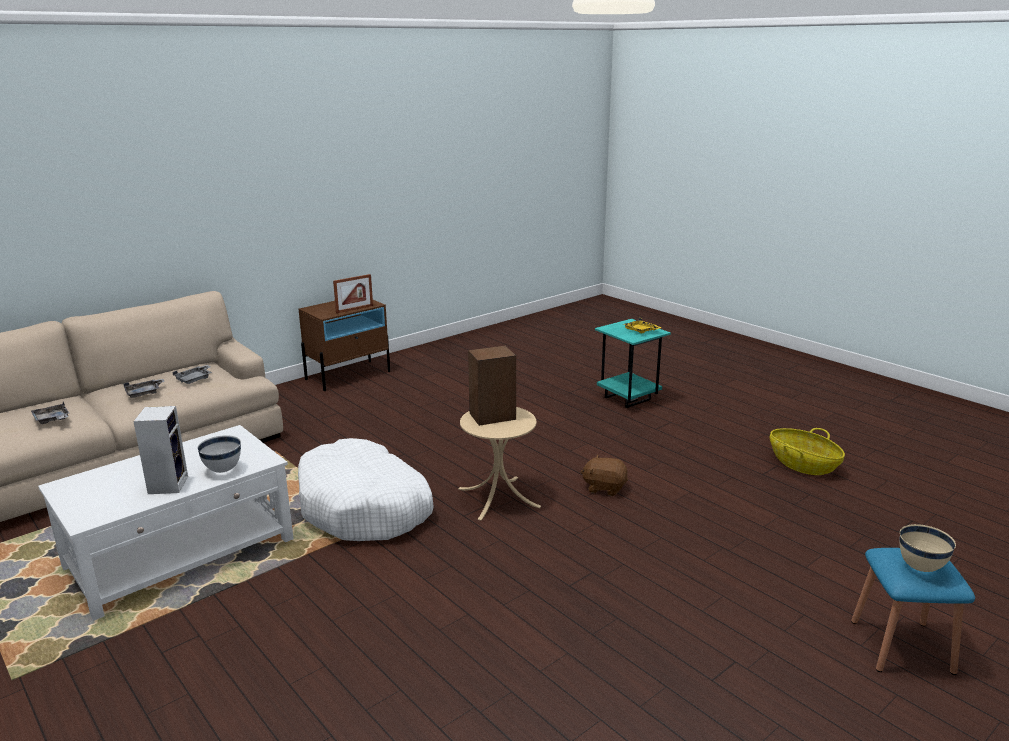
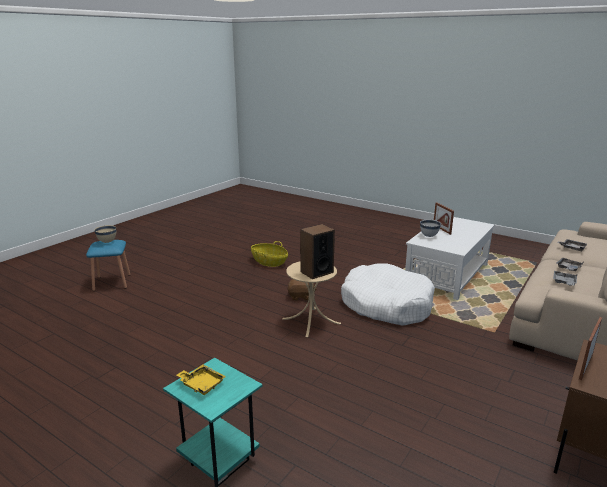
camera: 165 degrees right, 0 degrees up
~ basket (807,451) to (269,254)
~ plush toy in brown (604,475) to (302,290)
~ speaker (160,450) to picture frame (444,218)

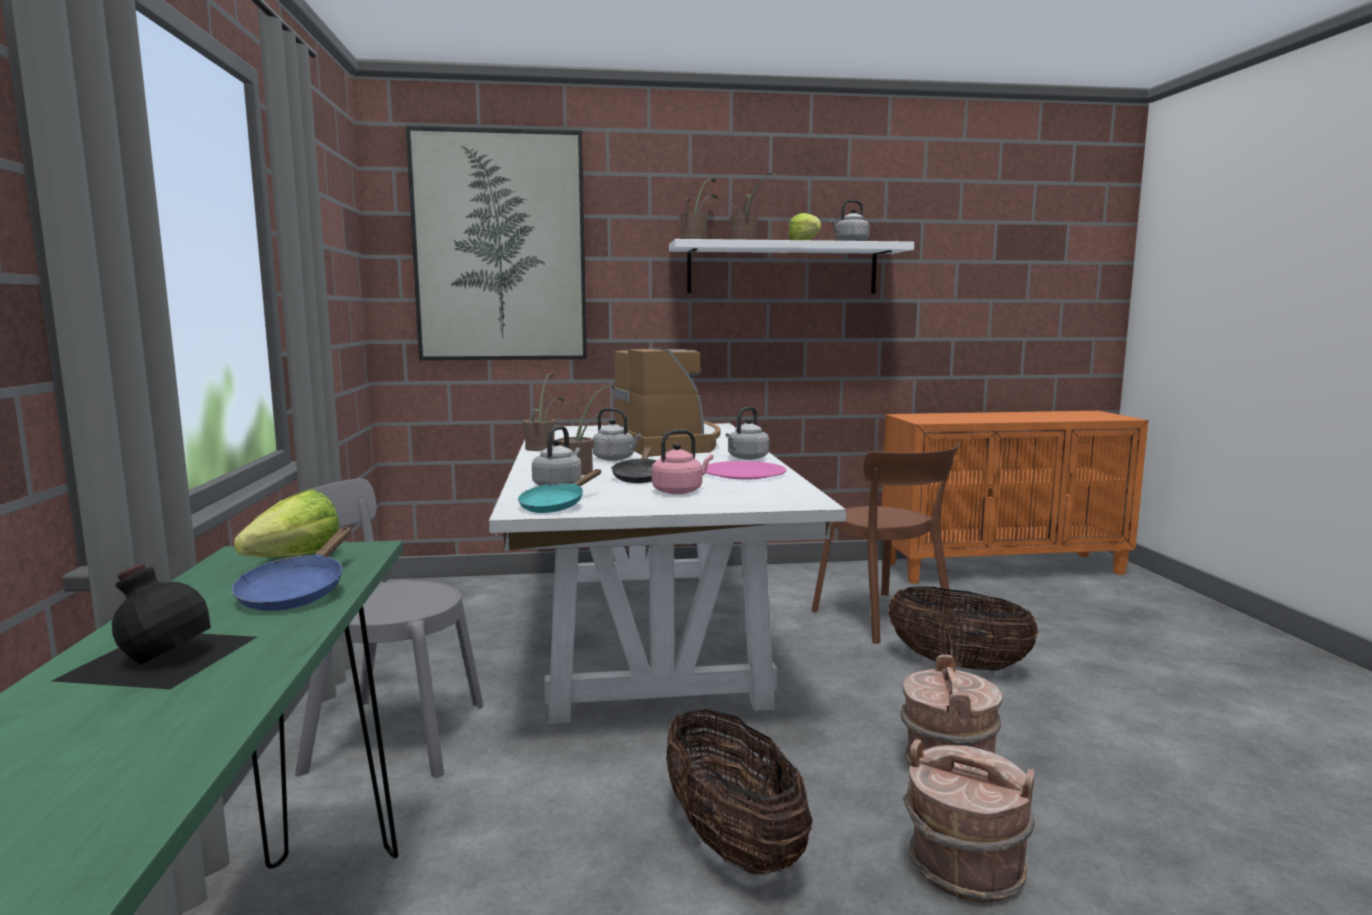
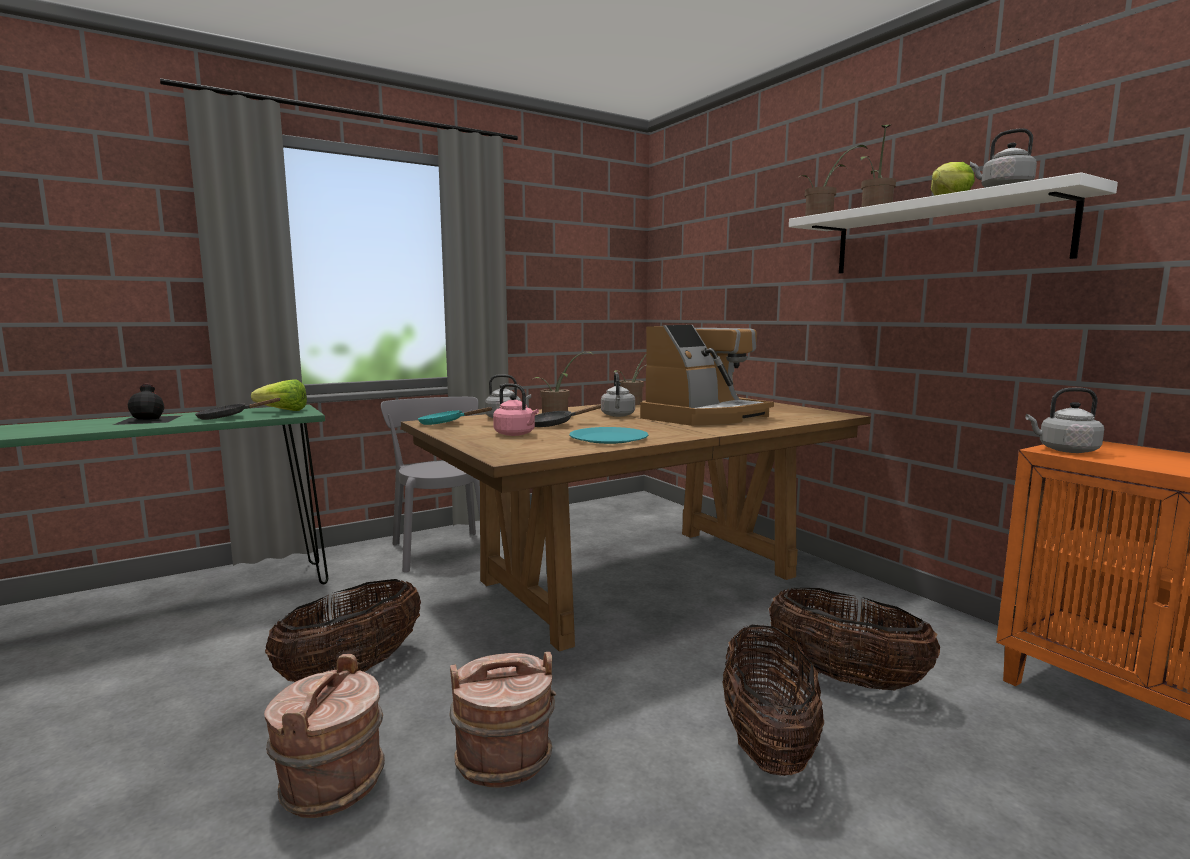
camera: 65 degrees right, 0 degrees up
~ frying pan in blue (292,569) to frying pan in black (238,409)
~ dining table in white (668,573) to dining table in brown (635,524)
~ plate in pink (746,470) to plate in turquoise (609,435)
~ chair in brown (886,543) to basket (854,639)
~ kettle in grey (747,433) to (1064,420)
- picture (496,243)

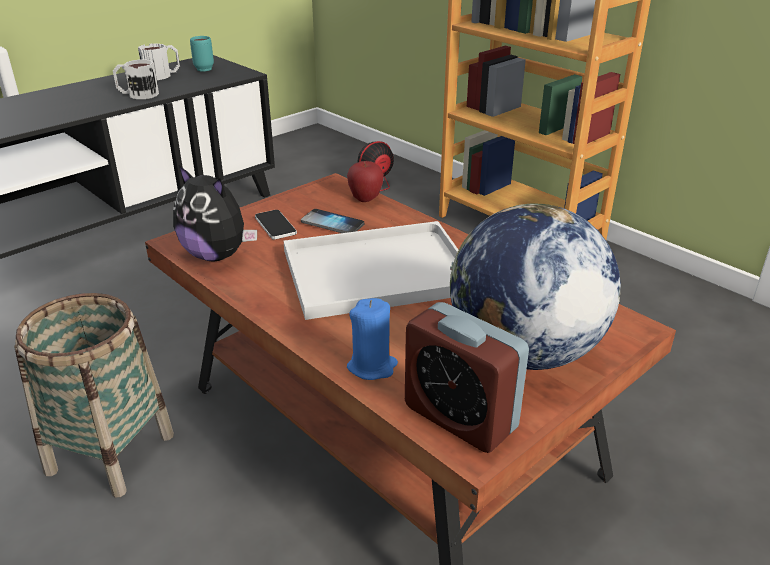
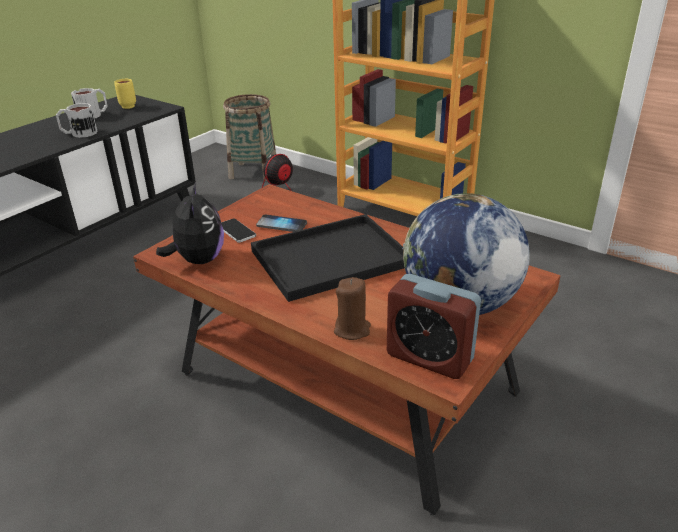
camera: 10 degrees left, 0 degrees up
~ mug in turquoise (202,54) to mug in yellow (125,94)
~ plush toy (215,214) = (190,223) 120 degrees counterclockwise
~ basket (94,395) to (249,137)
~ tray in white (371,270) to tray in black (328,258)
~ candle in blue (372,339) to candle in brown (352,308)
- apple (365,181)

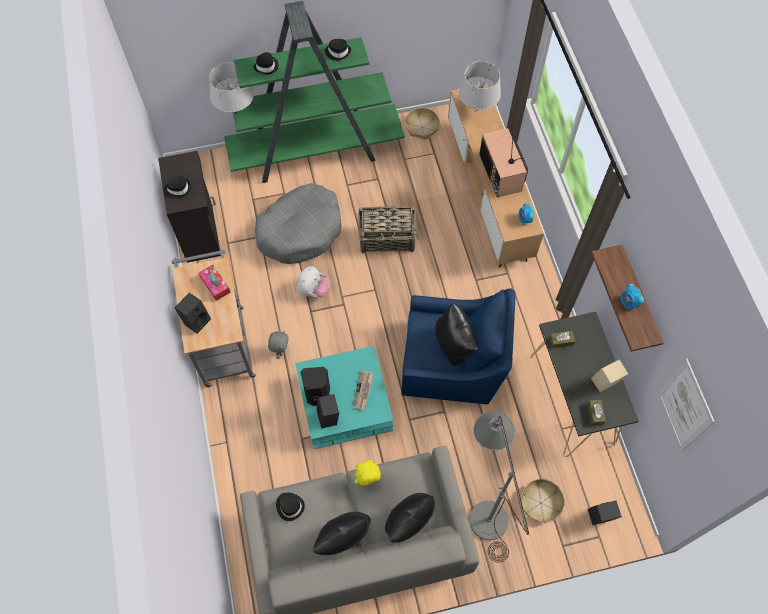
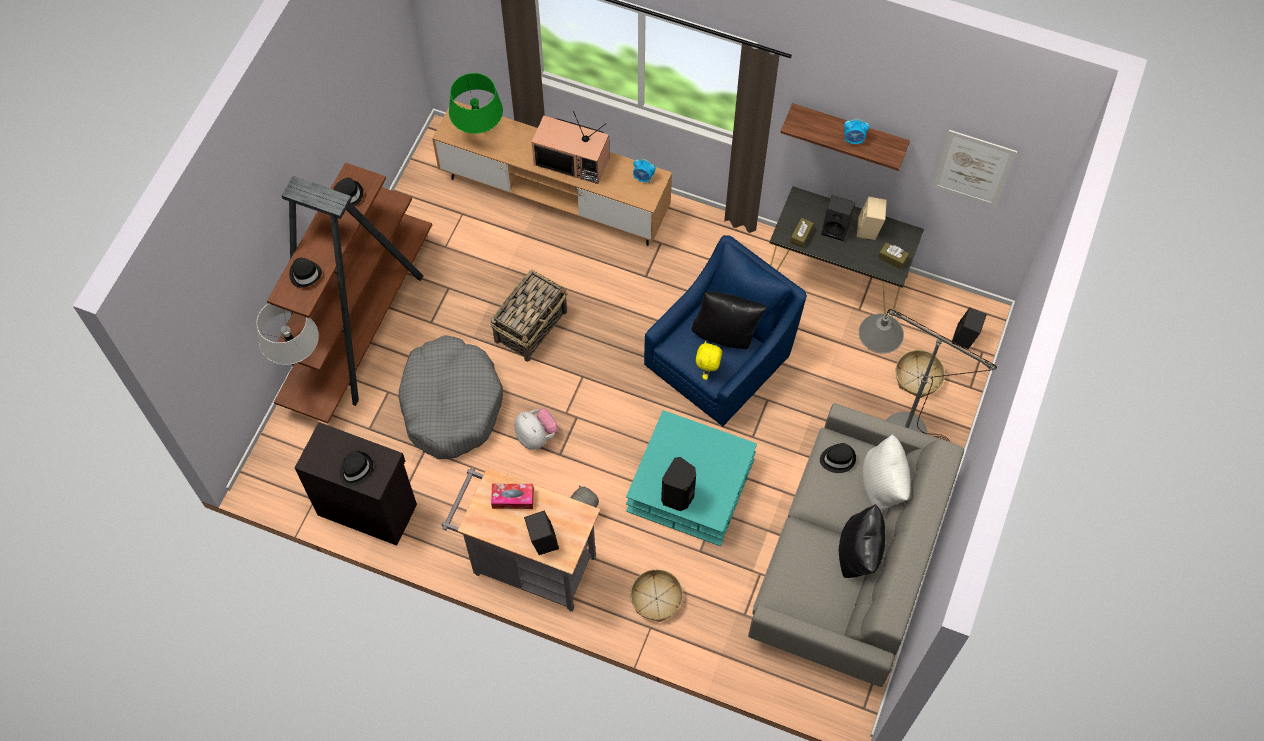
camera: 55 degrees left, 0 degrees up
~ bookcase in green (314,92) to bookcase in brown (349,293)
~ table lamp in grey (480,85) to table lamp in green (476,103)
~ basket (422,124) to (656,595)
~ plush toy in yellow (368,473) to (709,360)
~ hat in black (290,506) to (838,458)
~ speaker in black (328,411) to (838,218)
~ pillow in black (410,518) to pillow in white (886,472)
- newspaper (363,390)

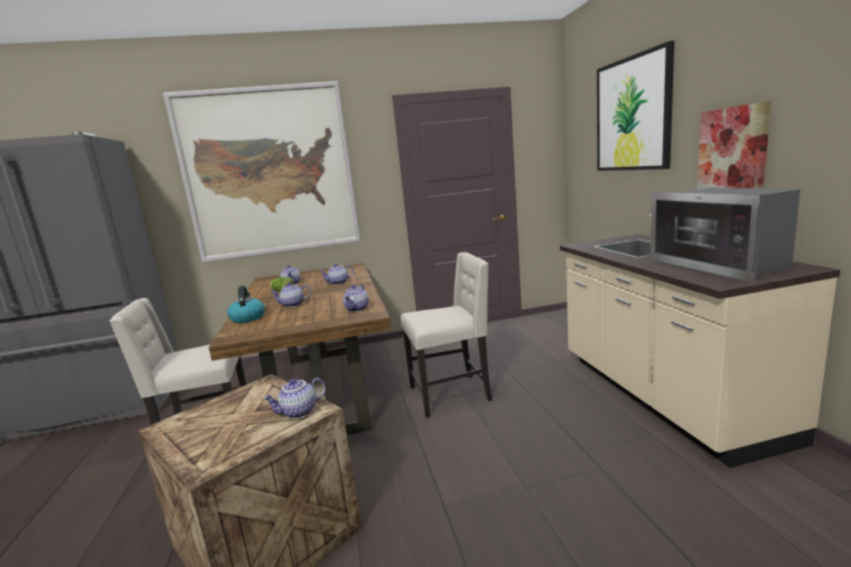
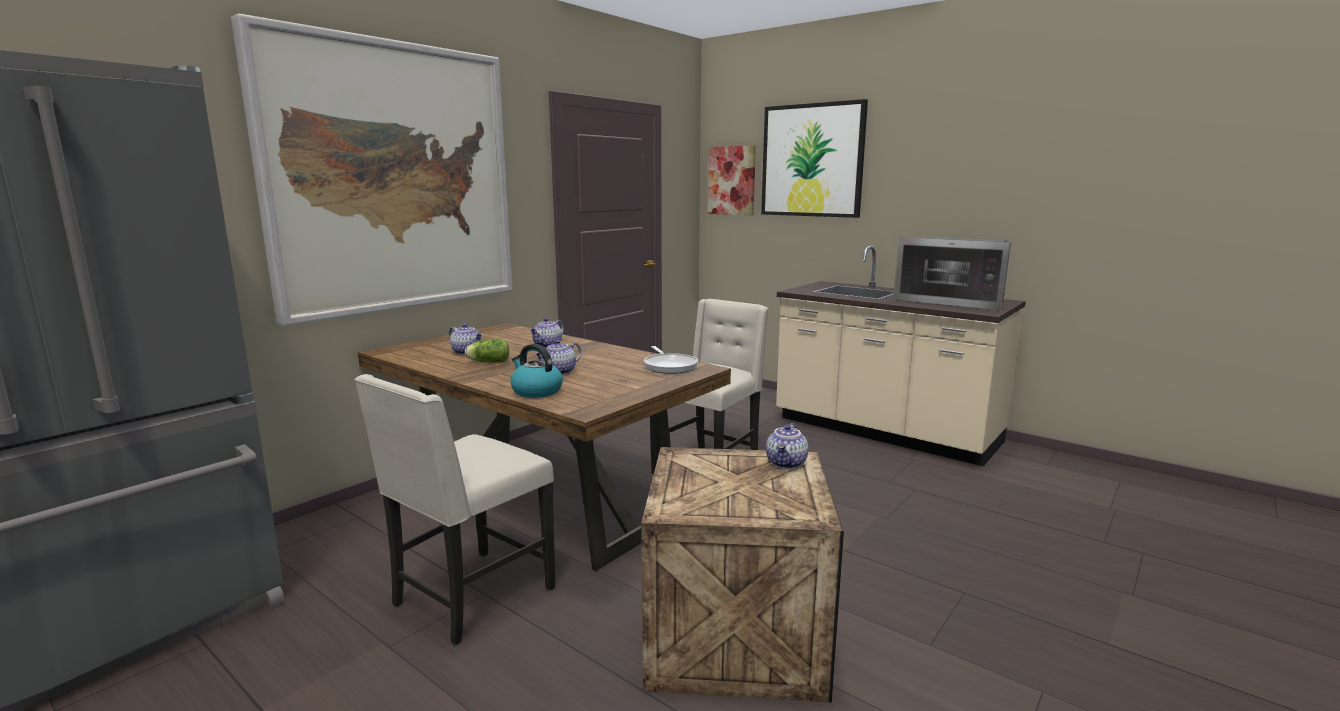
camera: 40 degrees left, 0 degrees up
~ teapot (356,298) to frying pan (671,360)
~ picture (734,145) to (732,180)

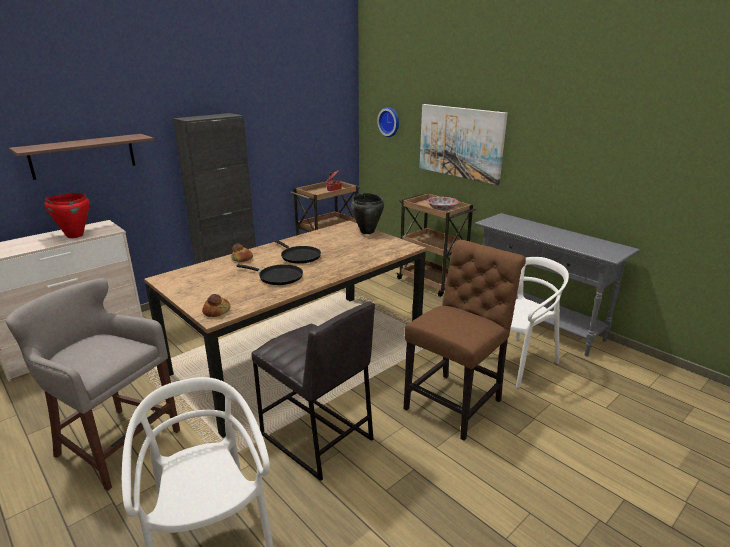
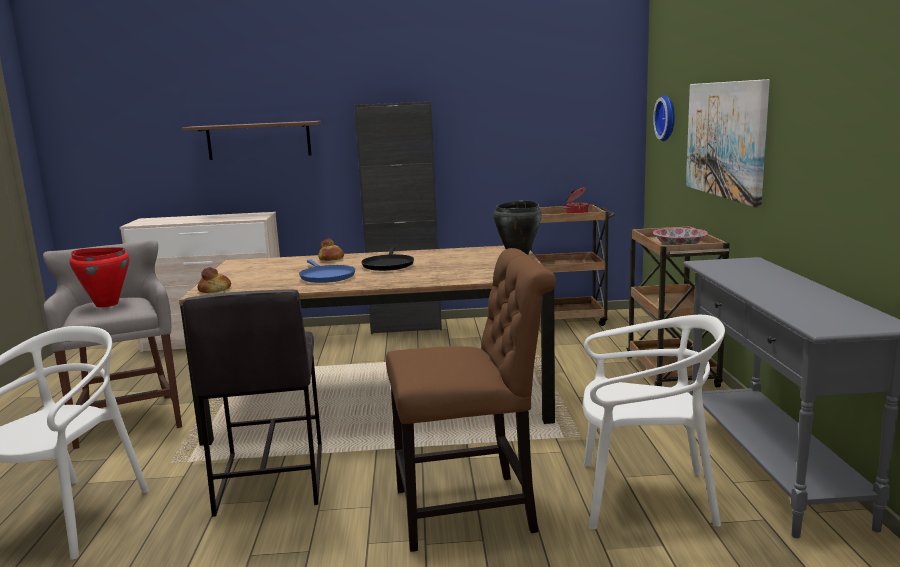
camera: 40 degrees right, 10 degrees down
~ cooking pot in red (67,215) to (99,277)
~ frying pan in black (269,274) to frying pan in blue (327,271)

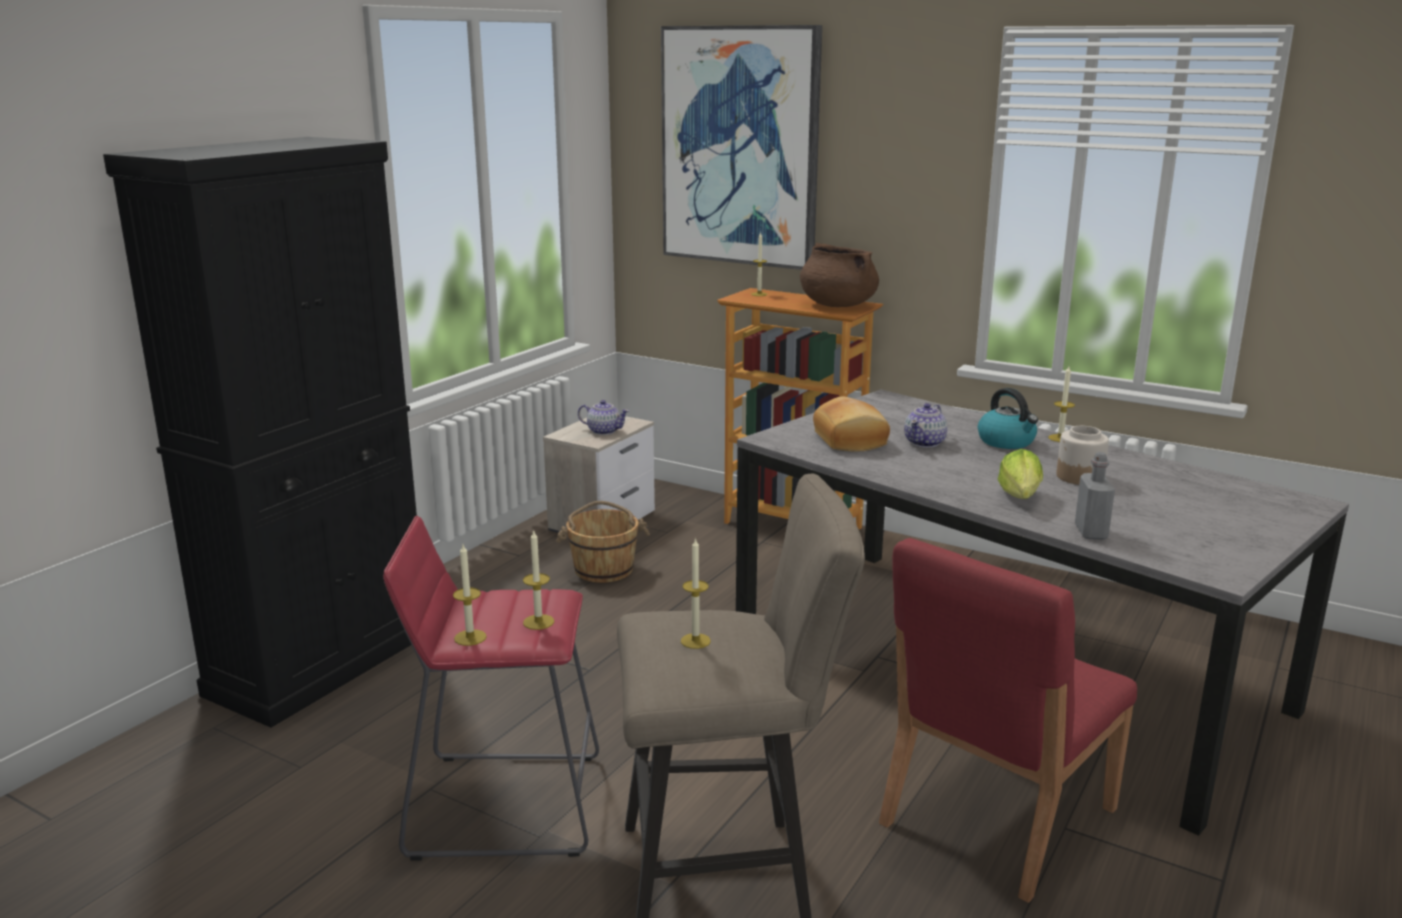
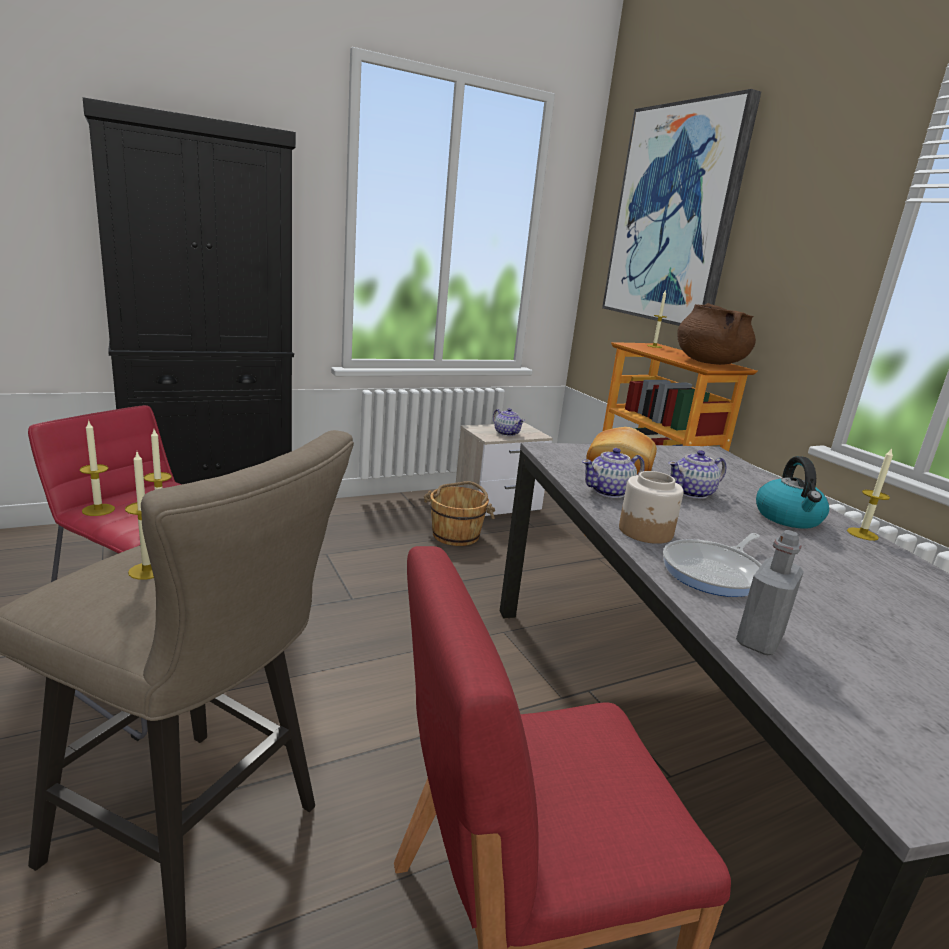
camera: 30 degrees right, 0 degrees up
+ teapot (613,473)
~ jar (1082,455) to (651,507)
~ lettuce (1020,474) to frying pan (712,565)

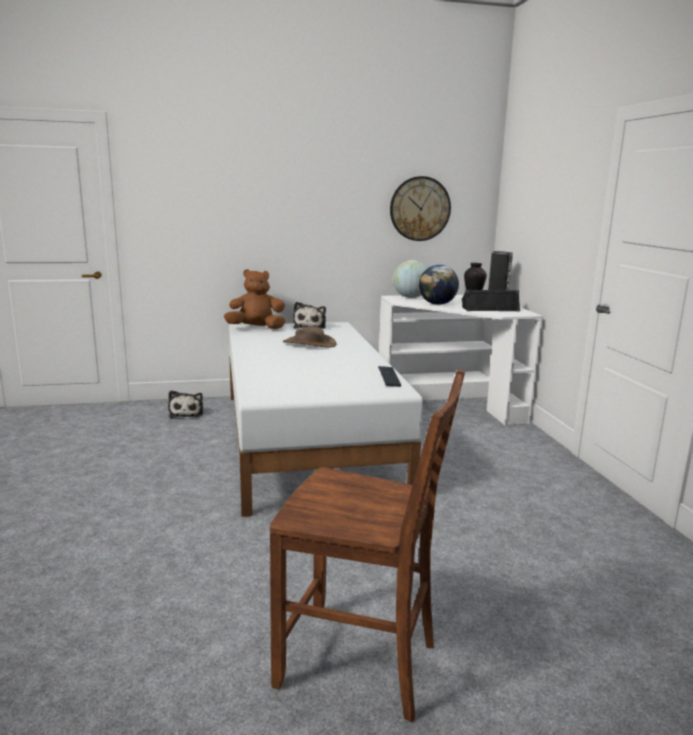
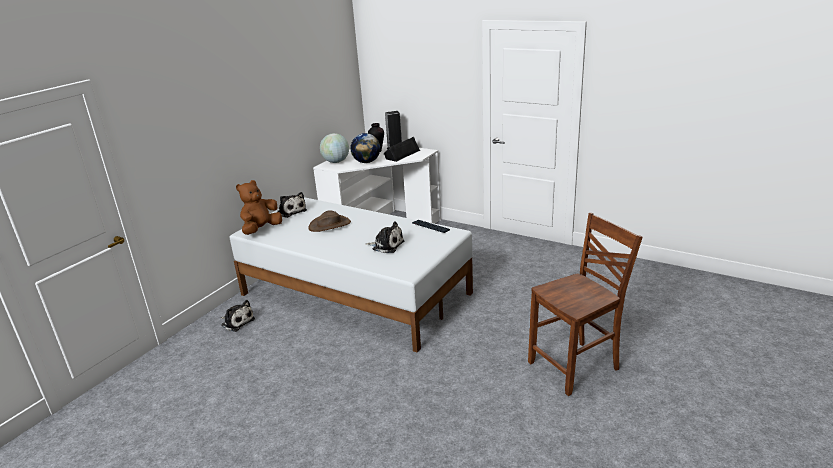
camera: 45 degrees left, 10 degrees up
+ plush toy (385,237)
- wall clock (420,208)

